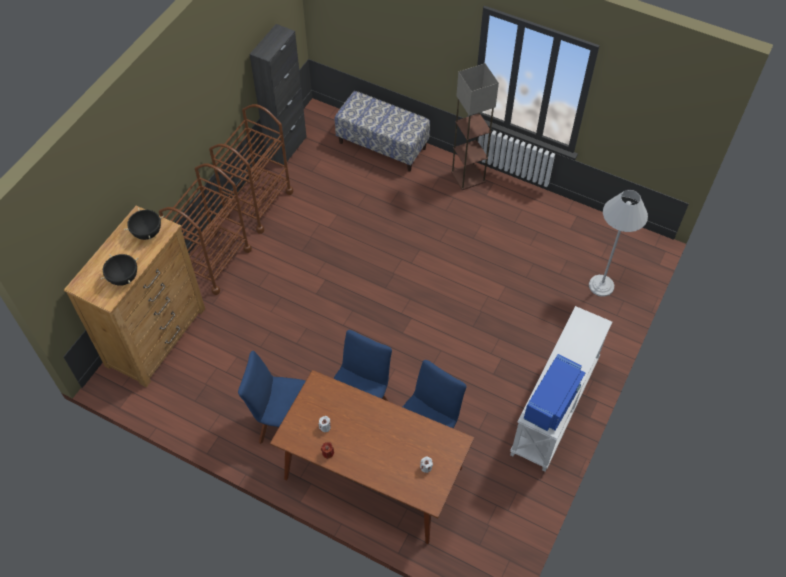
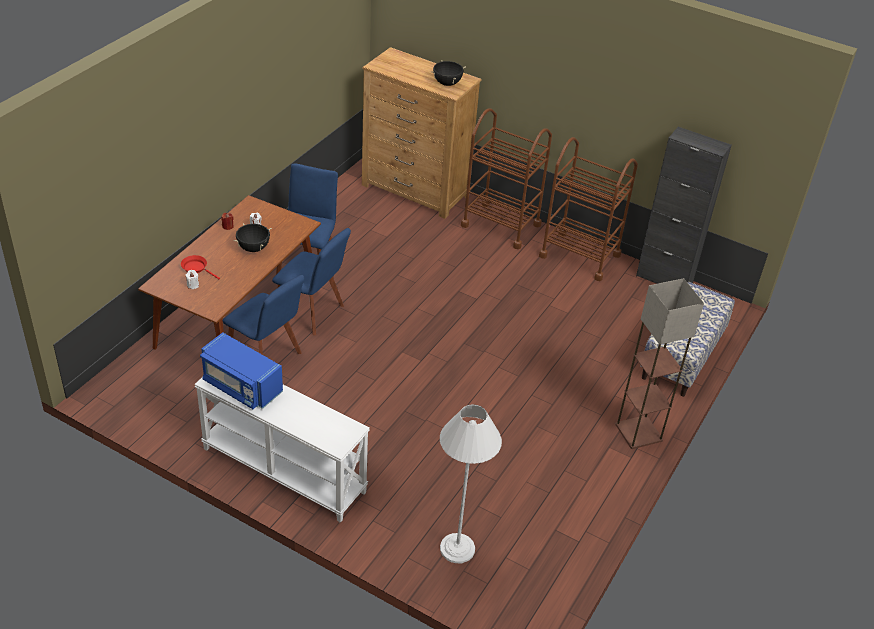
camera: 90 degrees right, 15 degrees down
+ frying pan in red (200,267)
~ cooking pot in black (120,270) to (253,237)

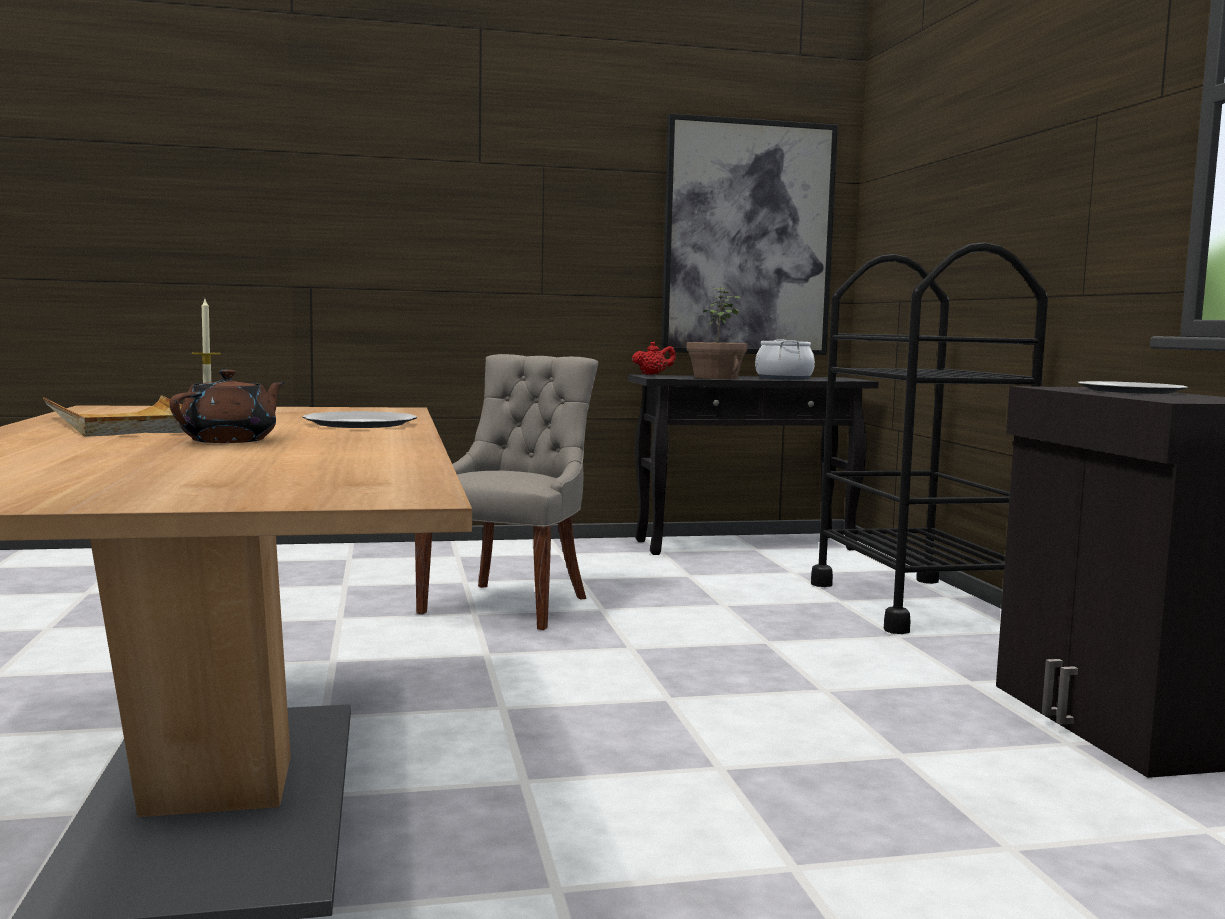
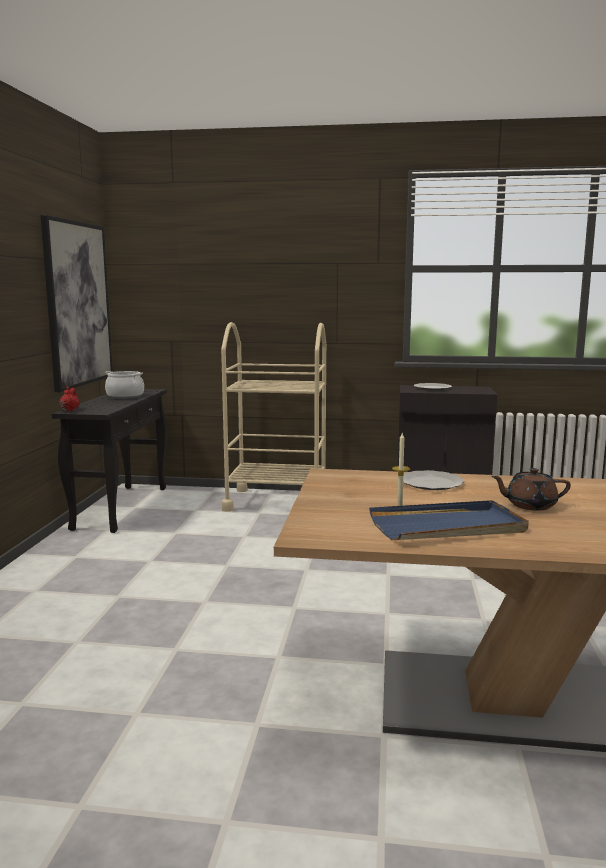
camera: 70 degrees left, 5 degrees up
~ cart in black (929,438) to cart in beige (273,417)
~ tray in beige (114,416) to tray in blue (449,520)
~ teapot in brown (227,406) = (531,489) 45 degrees counterclockwise
- chair in grey (506,492)
- potted plant (717,333)

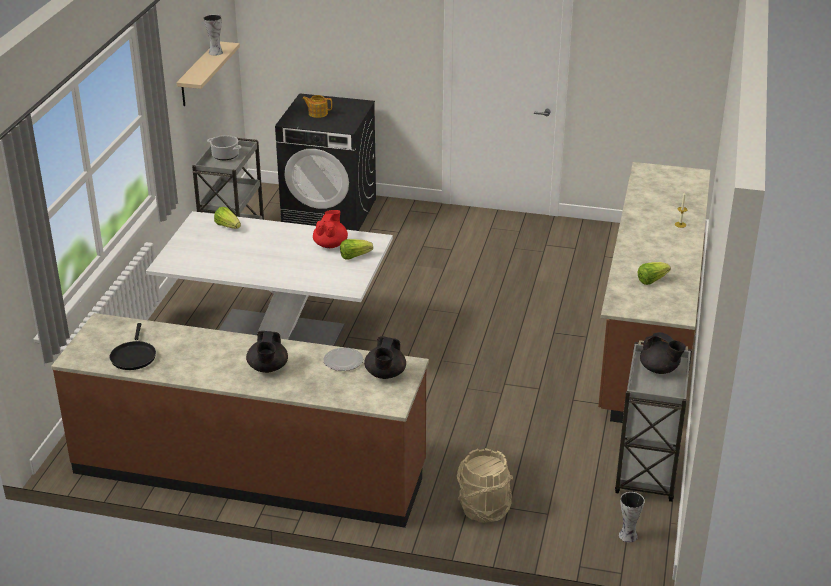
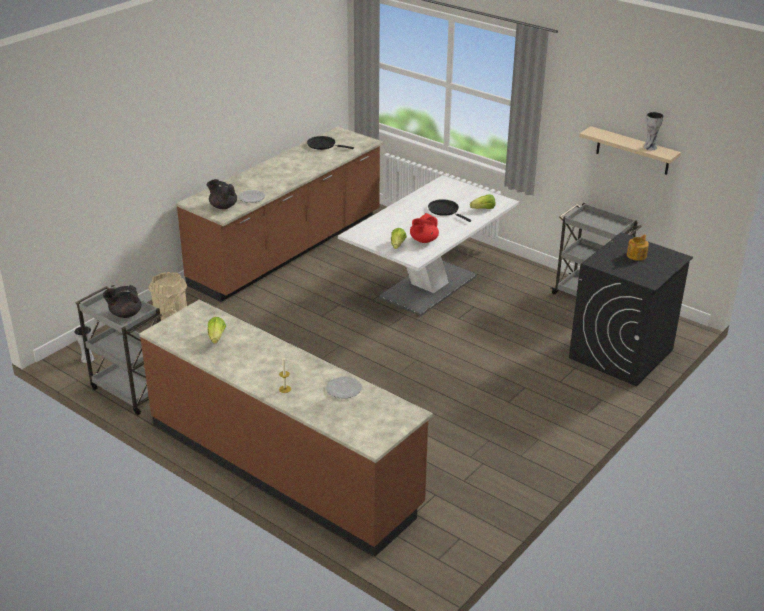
camera: 115 degrees right, 0 degrees up
+ plate (344,387)
~ teapot in red (330,229) = (424,228) 90 degrees clockwise
+ frying pan in black (449,210)
- cooking pot (224,147)
- teapot in black (267,352)

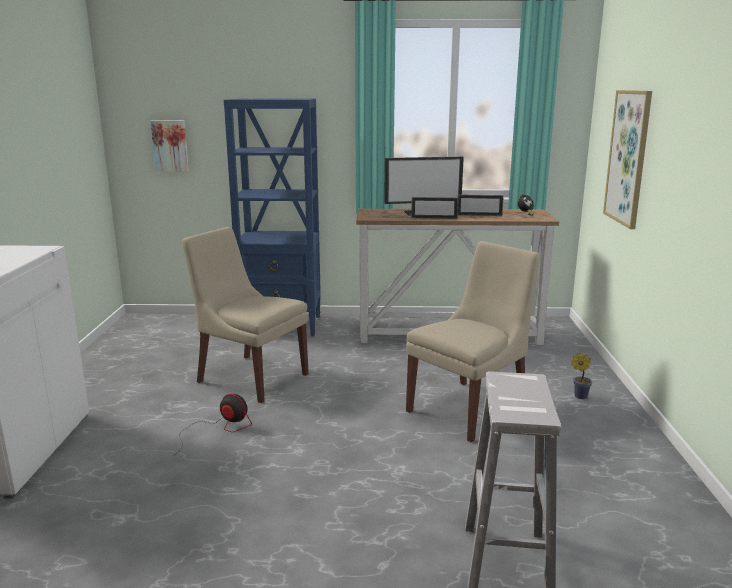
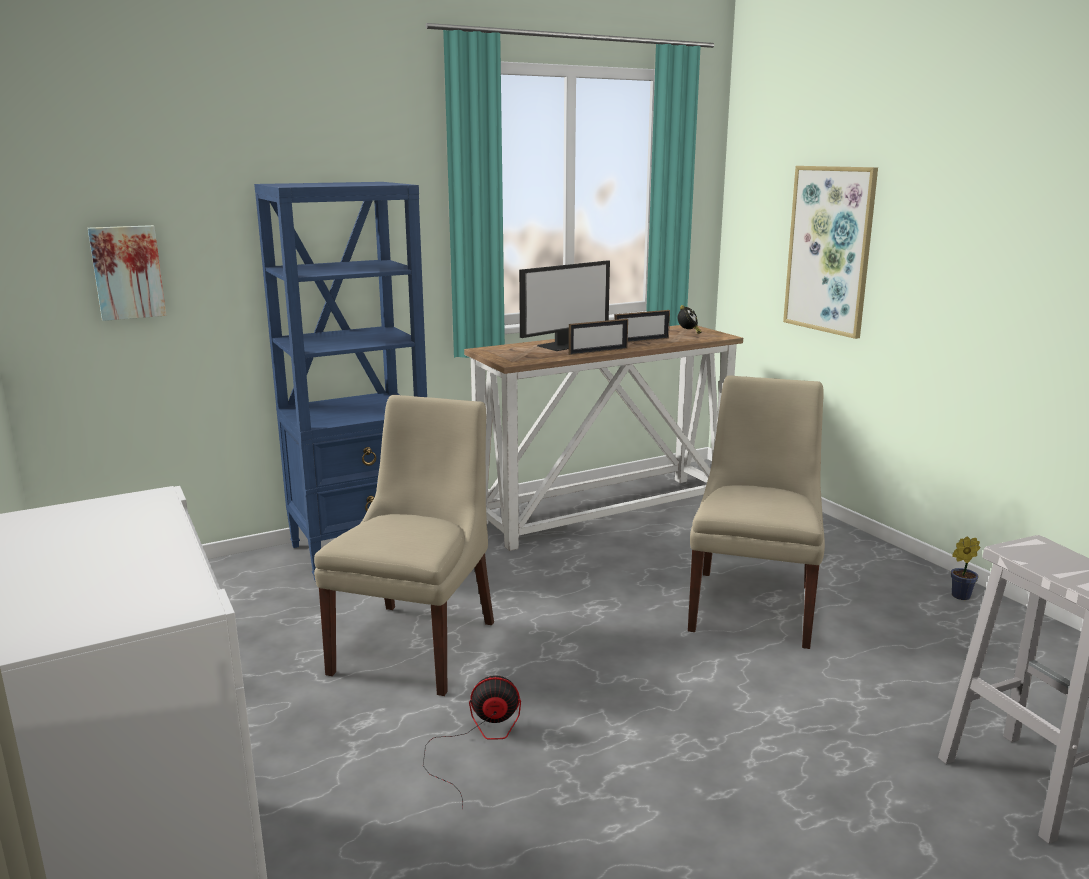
camera: 30 degrees left, 0 degrees up
~ chair in beige (245,315) = (404,545) 105 degrees clockwise
~ potted plant (581,375) to (965,568)

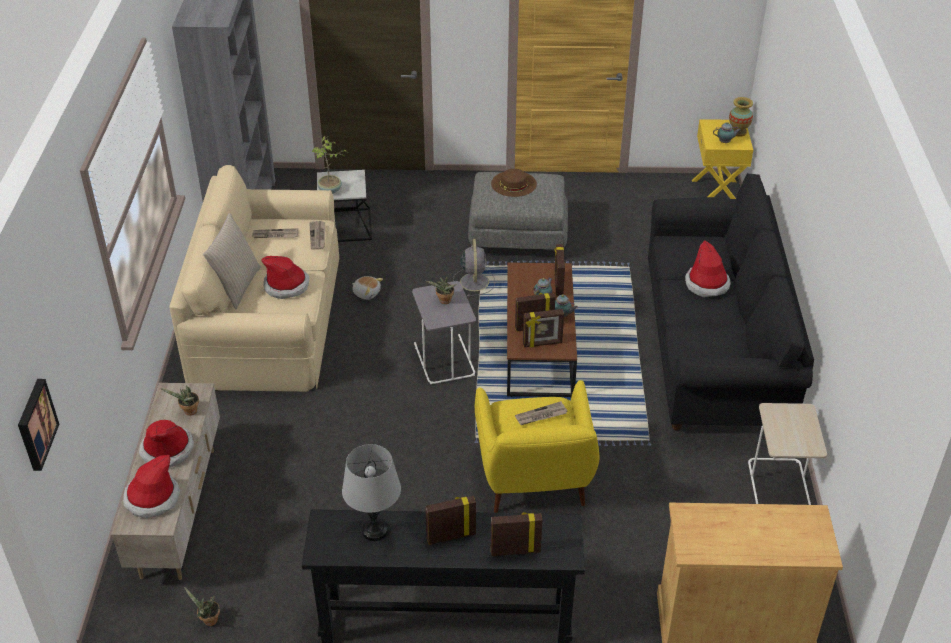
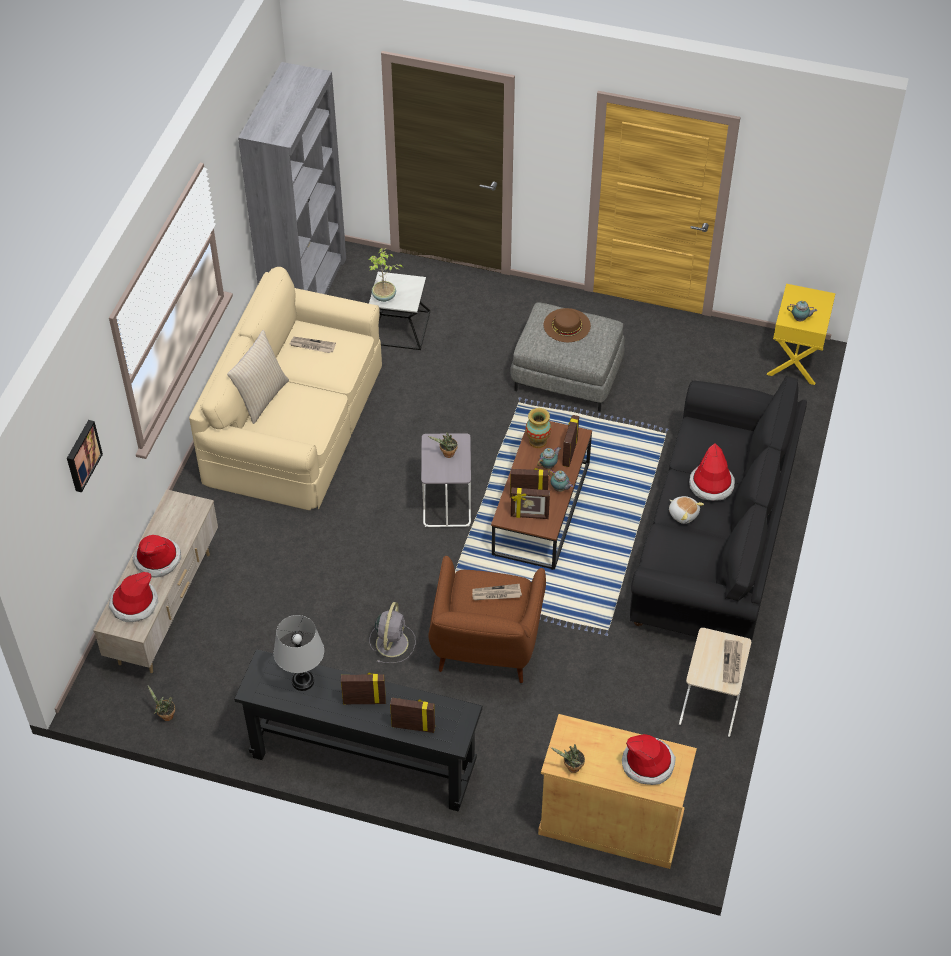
camera: 15 degrees right, 10 degrees up
~ picture (38,425) to (85,456)
~ fan in grey (474,268) to (393,632)
~ armchair in yellow (537,446) to armchair in brown (487,619)
~ vase (741,117) to (538,428)
~ potted plant (180,400) to (568,758)
~ hat (285,277) to (649,759)
~ plush toy (367,288) to (686,510)
~ newspaper (317,235) to (733,661)

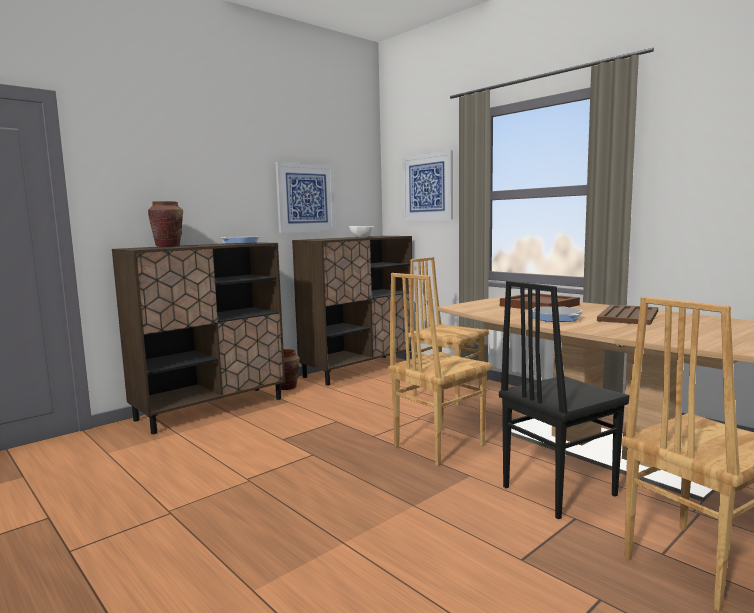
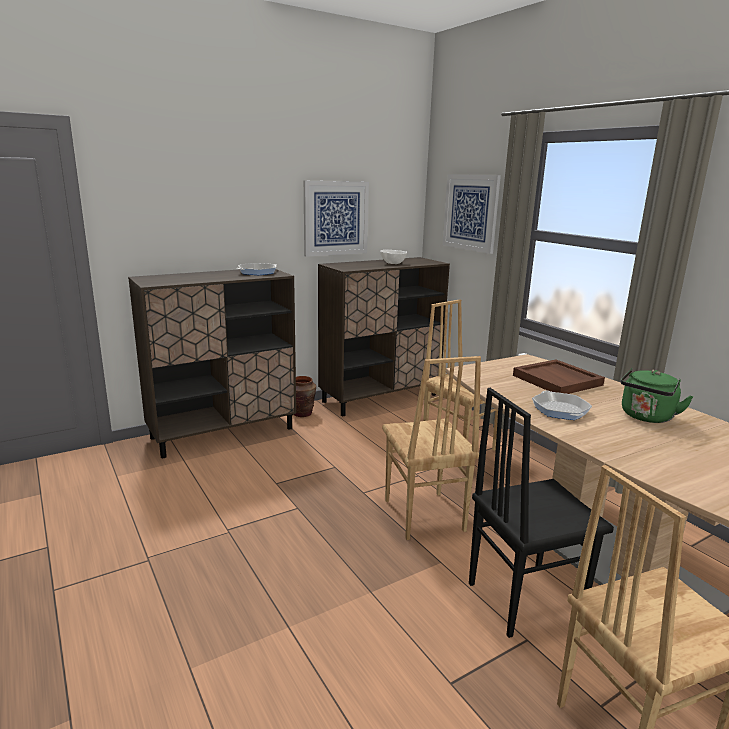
camera: 10 degrees right, 10 degrees up
~ chair in brown (440,369) = (431,448) 75 degrees counterclockwise
~ tray in brown (627,315) to kettle in green (657,395)
- vase in brown (165,224)

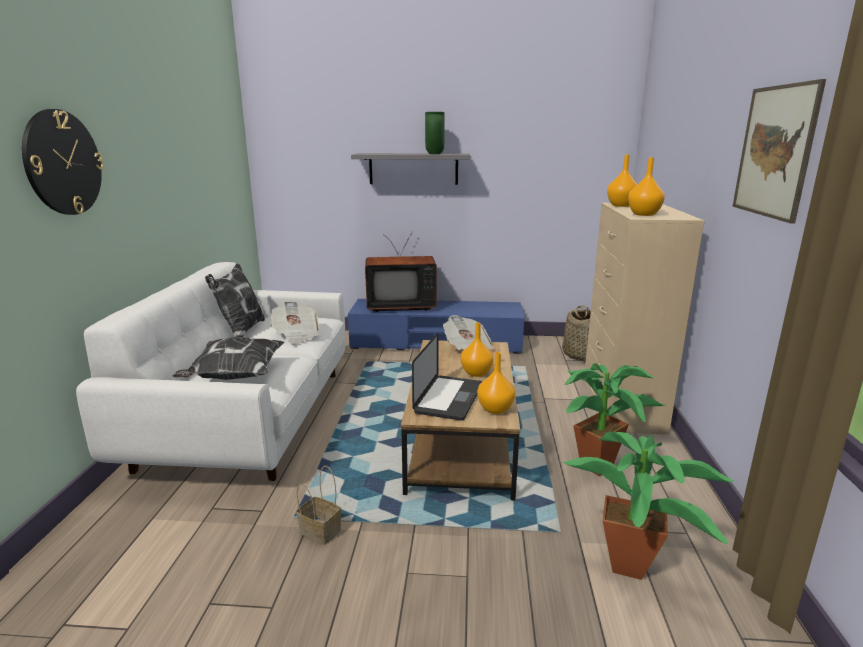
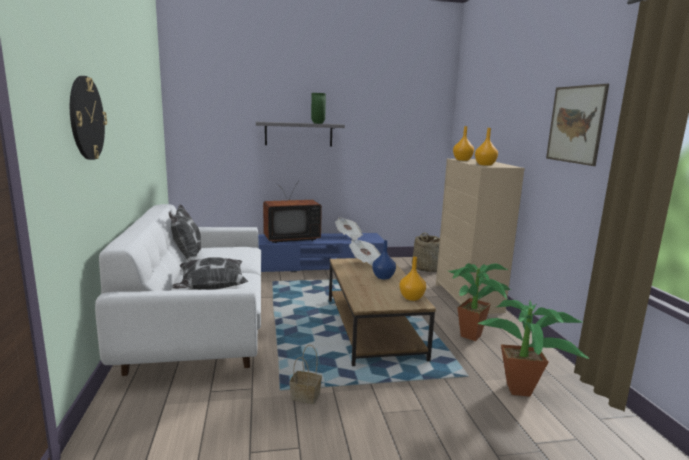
camera: 15 degrees left, 5 degrees down
~ newspaper (294,322) to (349,228)
~ vase in orange (477,350) to vase in blue (384,260)
- laptop (447,377)

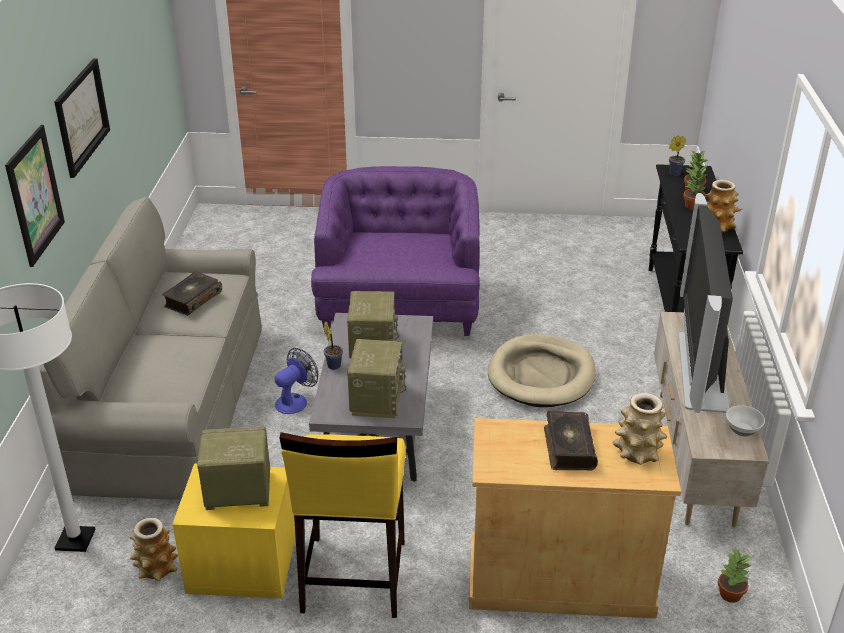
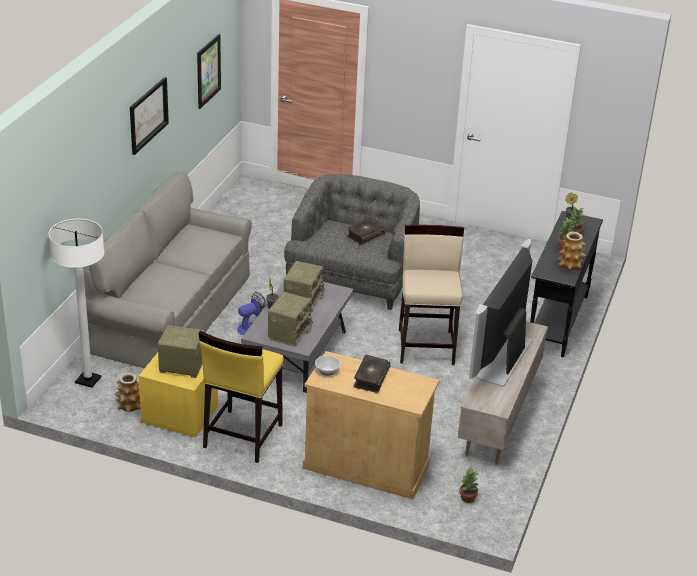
camera: 15 degrees right, 0 degrees up
~ picture (35,196) to (209,71)
~ armchair in purple (395,251) to armchair in grey (352,242)
~ bowl (745,420) to (328,365)
~ book (192,293) to (366,231)
~ dog bed in beige (542,370) to stool in beige (431,295)
- vase (640,429)

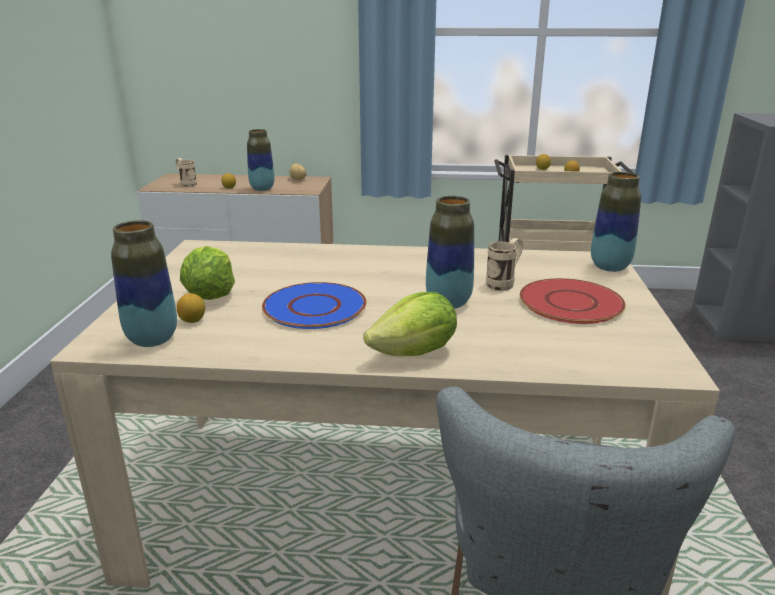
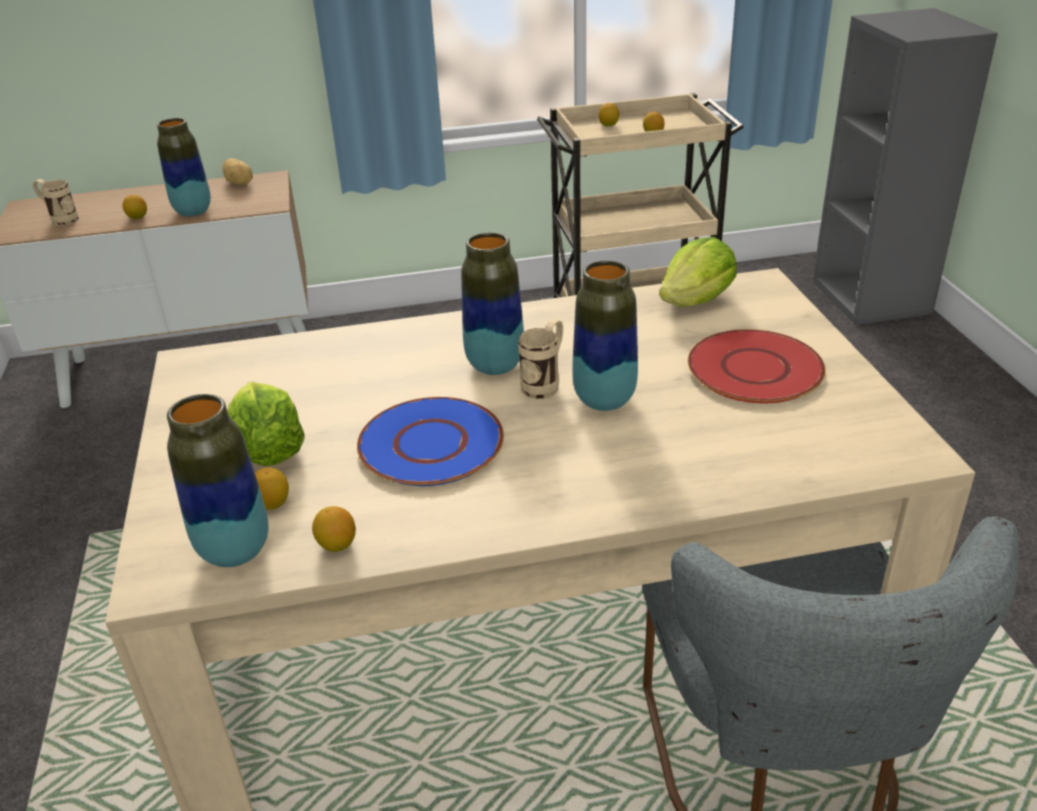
camera: 15 degrees left, 10 degrees up
+ lemon (334,529)
~ vase (616,222) to (492,303)
~ mug in beige (504,264) to (540,359)
~ lettuce (410,324) to (698,272)

